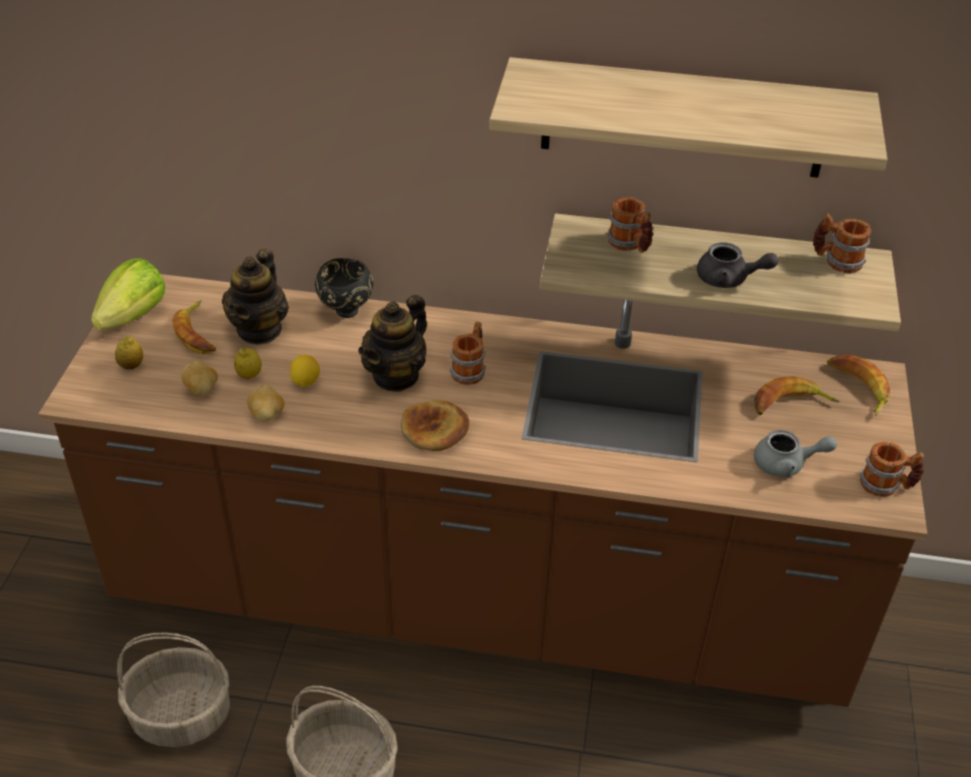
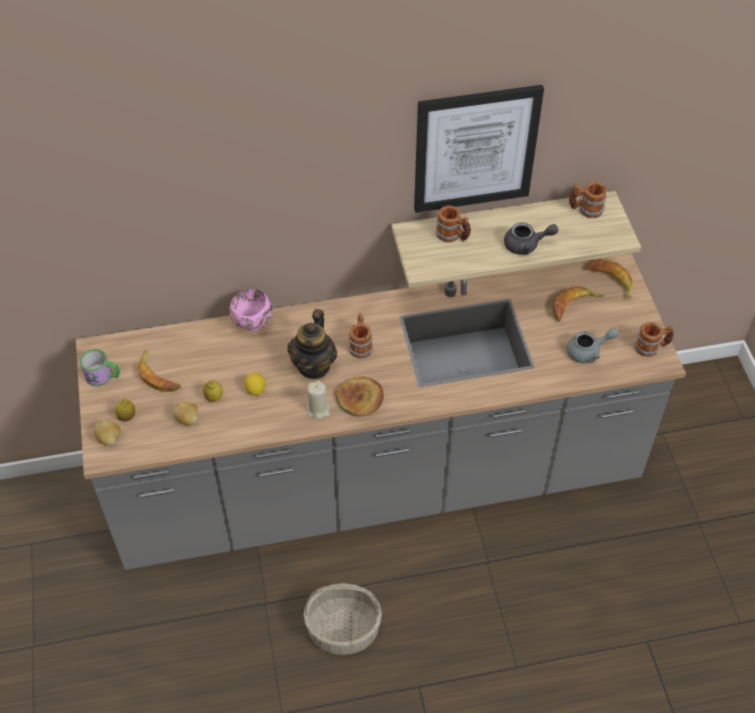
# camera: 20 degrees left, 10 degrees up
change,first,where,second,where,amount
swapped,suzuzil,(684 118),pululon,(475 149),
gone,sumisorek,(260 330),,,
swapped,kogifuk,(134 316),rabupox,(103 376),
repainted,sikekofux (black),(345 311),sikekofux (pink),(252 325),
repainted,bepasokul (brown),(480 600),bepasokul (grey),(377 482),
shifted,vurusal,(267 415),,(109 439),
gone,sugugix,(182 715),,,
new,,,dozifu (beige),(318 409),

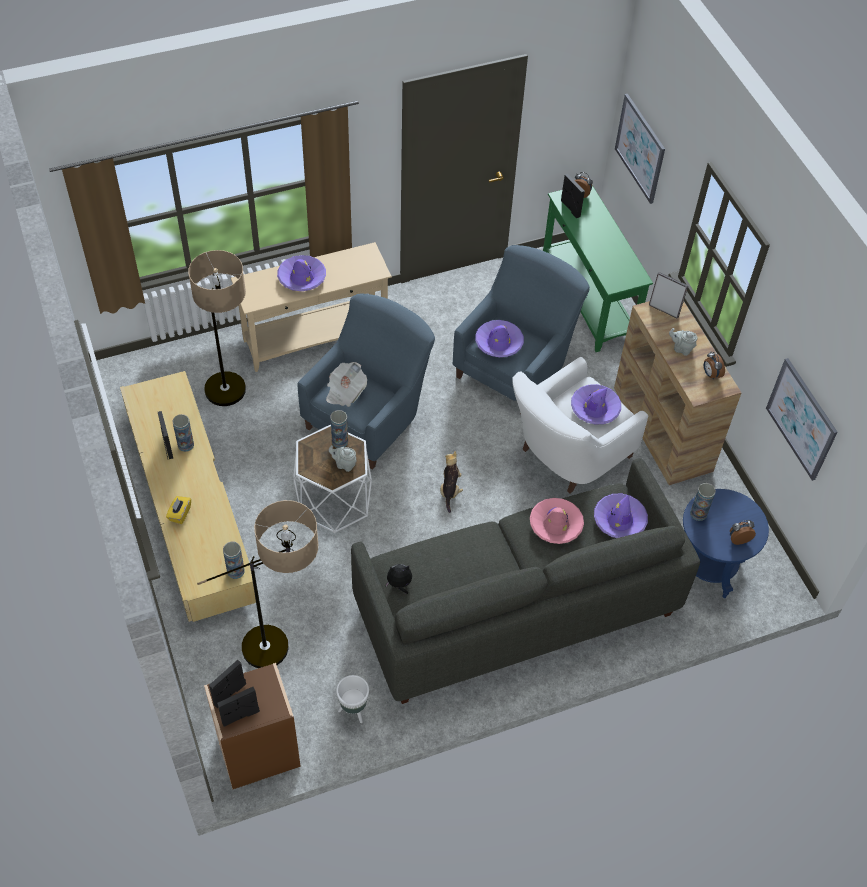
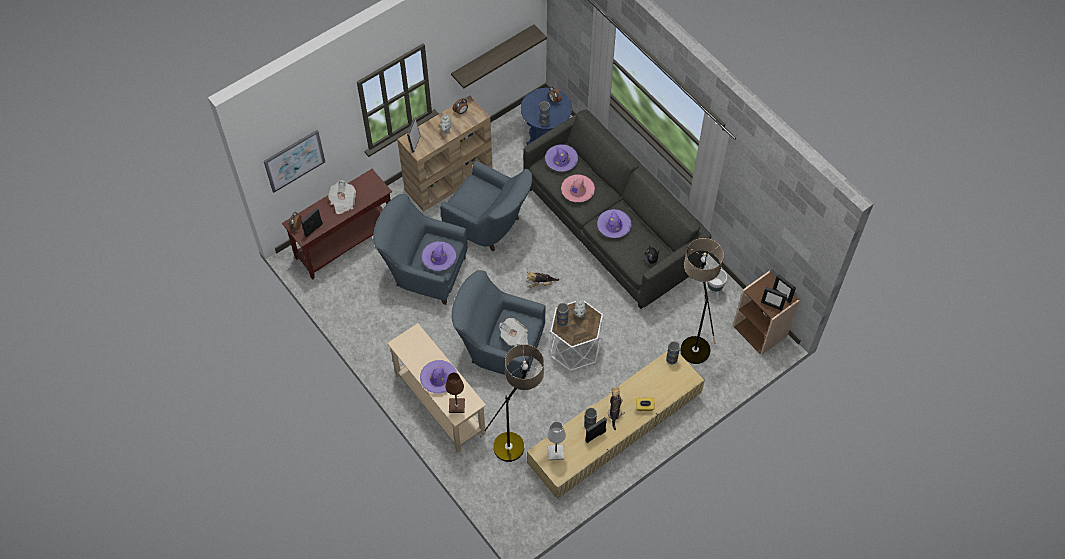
# camera: 105 degrees left, 5 degrees up
change,first,where,second,where,amount
repainted,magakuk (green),(588 298),magakuk (brown),(345 242),
repainted,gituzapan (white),(566 456),gituzapan (blue),(490 226),
swapped,pululon,(801 419),suzuzil,(493 55),
shifted,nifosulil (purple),(595 408),,(614 226),
new,,,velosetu,(342 202),
new,,,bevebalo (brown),(457 406),
new,,,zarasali,(614 411),
new,,,bevebalo (white),(556 453),

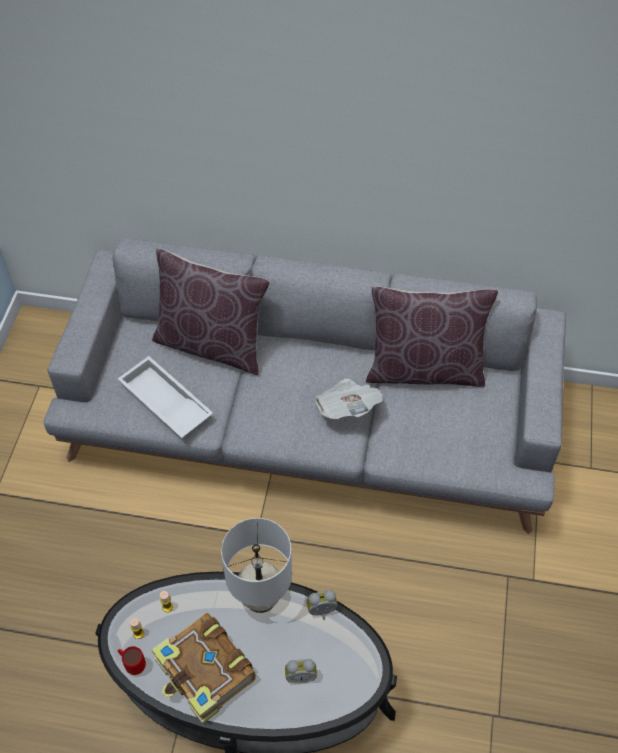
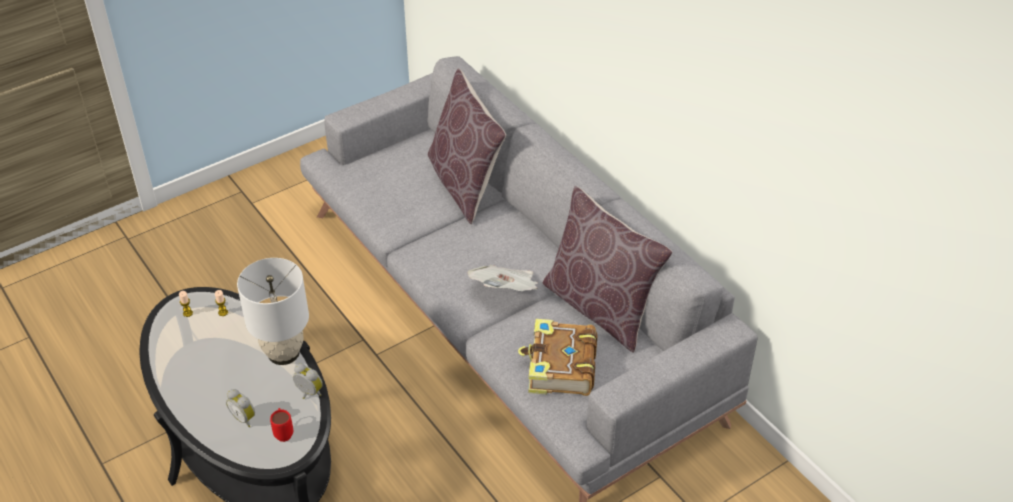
# camera: 45 degrees right, 10 degrees down
change,first,where,second,where,amount
gone,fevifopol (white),(164 403),,,
shifted,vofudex,(205 673),,(560 368),
shifted,rabupox (red),(133 664),,(283 432),

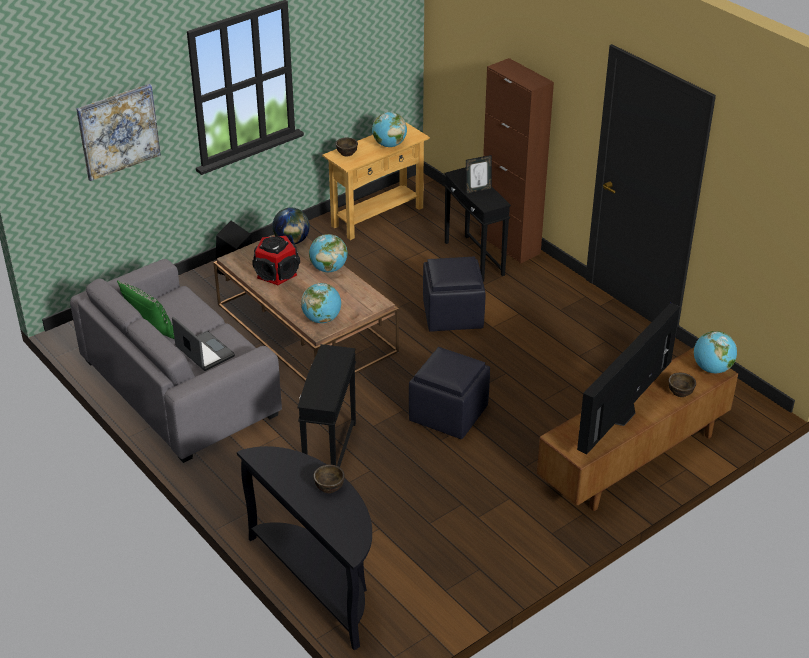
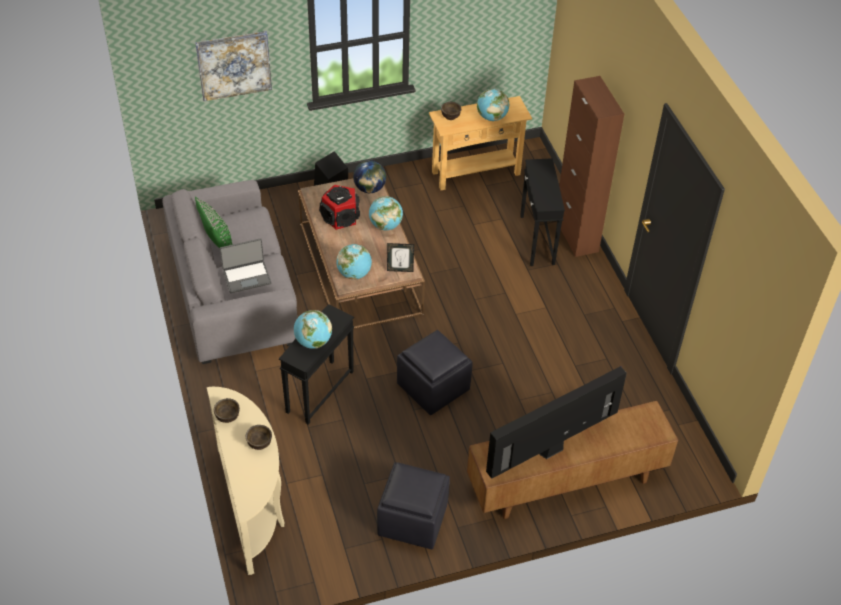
# camera: 20 degrees right, 10 degrees up
change,first,where,second,where,amount
shifted,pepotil,(478 190),,(400 269),
shifted,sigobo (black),(452 315),,(412 520),
rotated,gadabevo,(204 352),,(247 277),90 degrees clockwise
shifted,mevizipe,(712 369),,(313 342),
shifted,sikekofux (brown),(680 392),,(227 416),
repainted,magakuk (black),(320 581),magakuk (beige),(253 505),

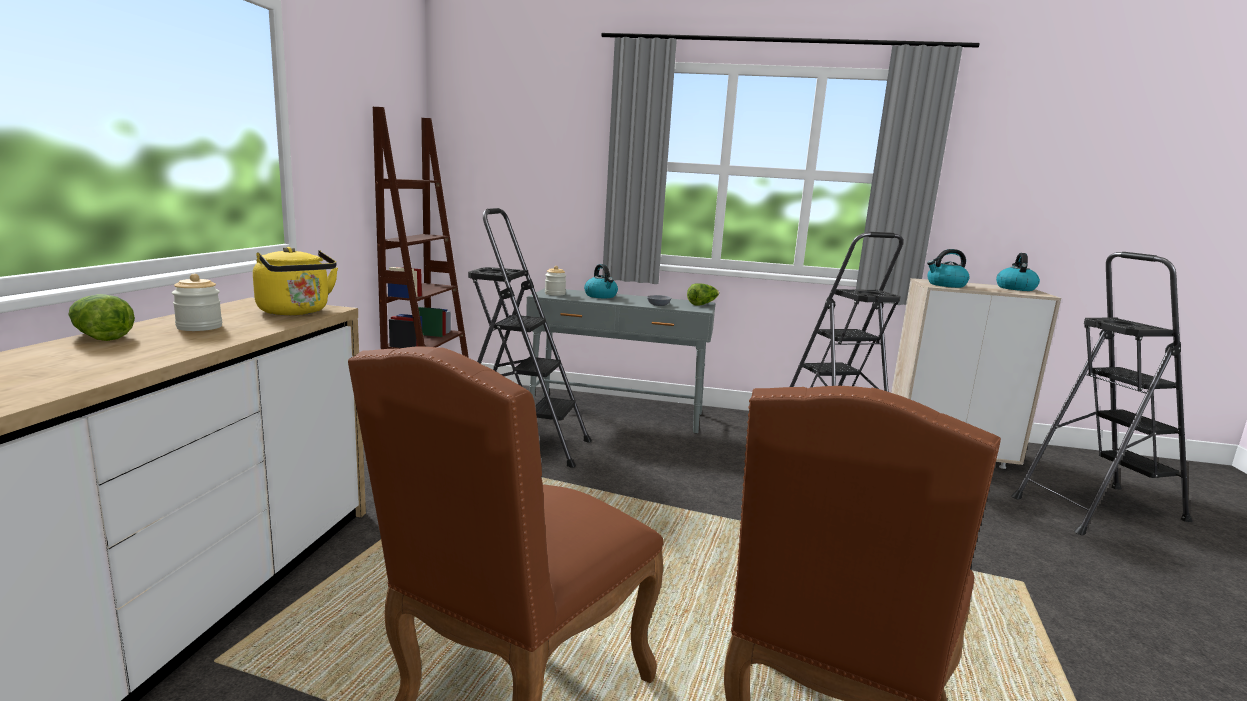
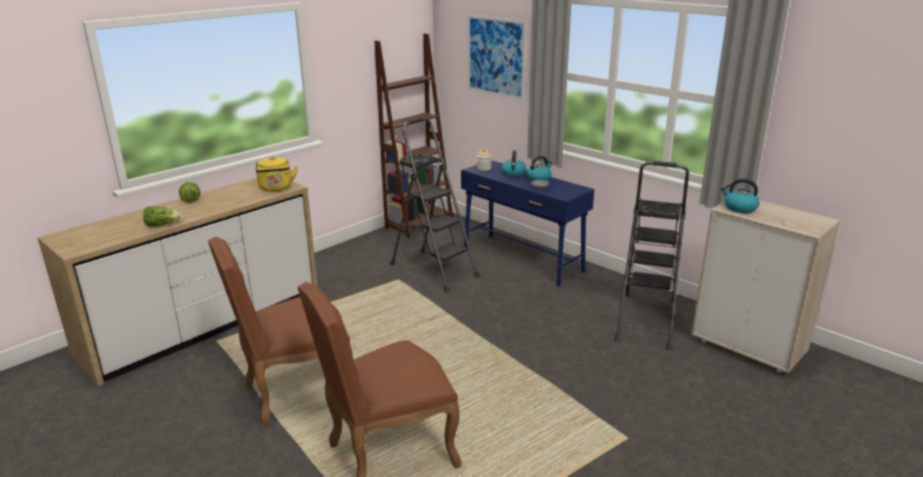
# camera: 35 degrees right, 10 degrees up
change,first,where,second,where,amount
gone,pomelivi,(1097 508),,,
shifted,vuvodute,(1015 288),,(539 179),
gone,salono,(199 327),,,
shifted,kogifuk,(702 304),,(162 225),
repainted,magakuk (grey),(616 414),magakuk (blue),(521 260),
new,,,pululon,(496 57),

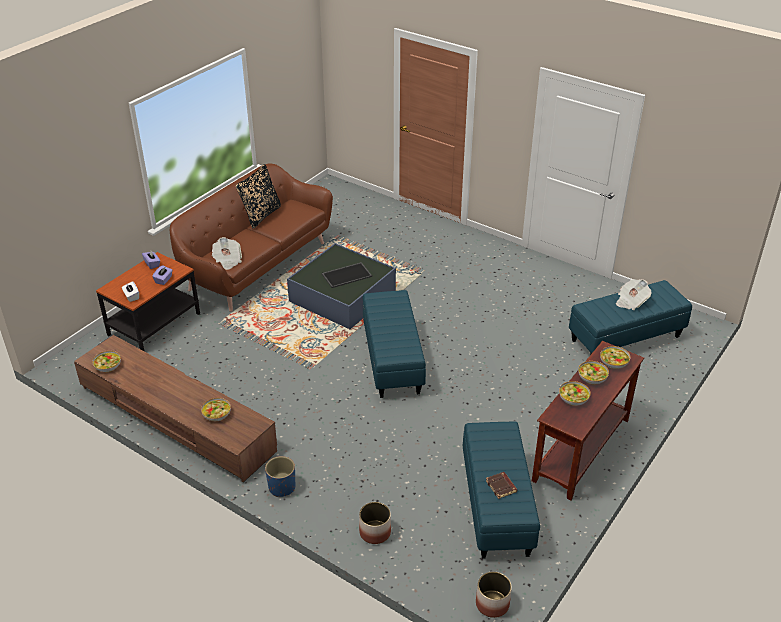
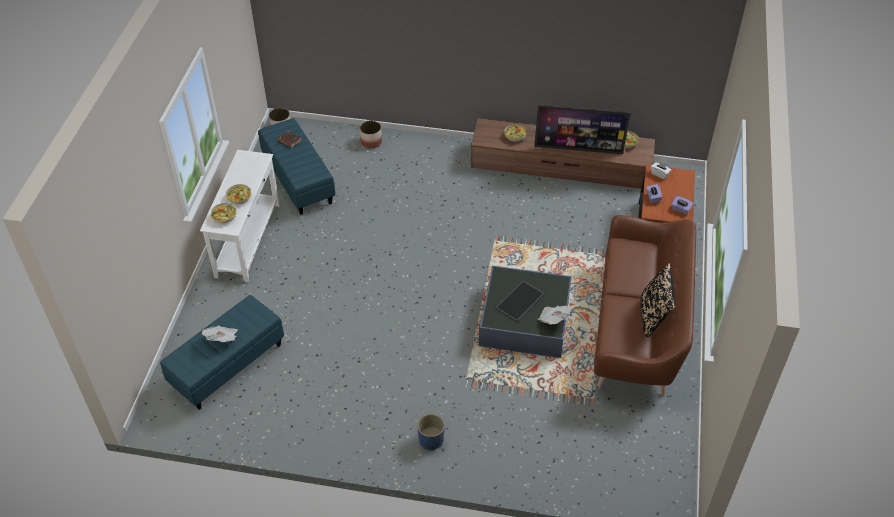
# camera: 155 degrees right, 10 degrees up
change,first,where,second,where,amount
shifted,velosetu,(227 260),,(553 319),
gone,sigobo (blue),(391 360),,,
repainted,magakuk (brown),(581 450),magakuk (white),(247 240),
gone,sikekofux,(573 398),,,
shifted,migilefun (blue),(282 487),,(431 440),
new,,,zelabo,(578 149),

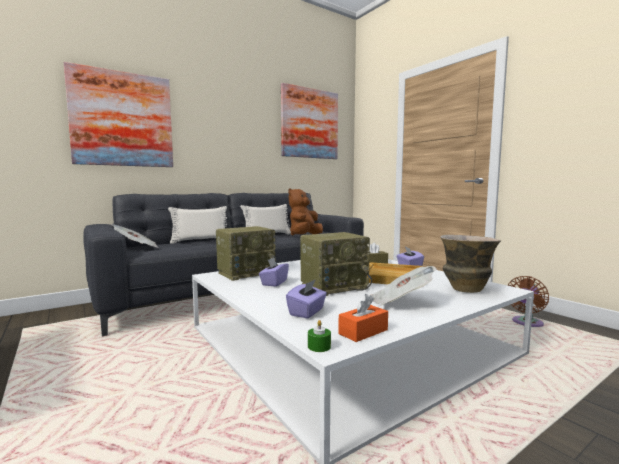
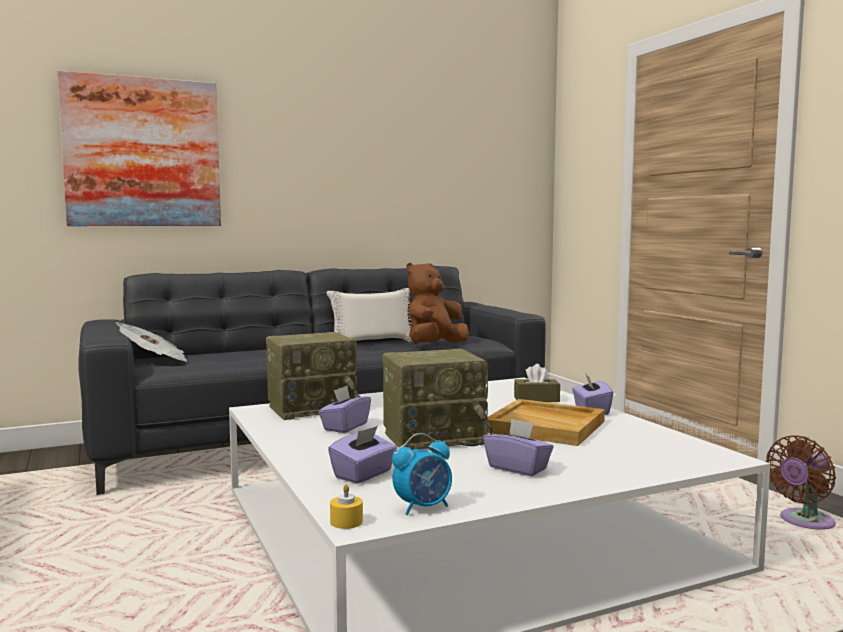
# camera: 10 degrees right, 0 degrees up
change,first,where,second,where,amount
gone,pululon,(309 123),,,
gone,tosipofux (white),(200 241),,,
gone,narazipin,(466 289),,,
swapped,velosetu,(399 302),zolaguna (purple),(518 468),
swapped,zolaguna (orange),(363 332),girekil,(423 507),
repainted,dozifu (green),(319 346),dozifu (yellow),(346 522),

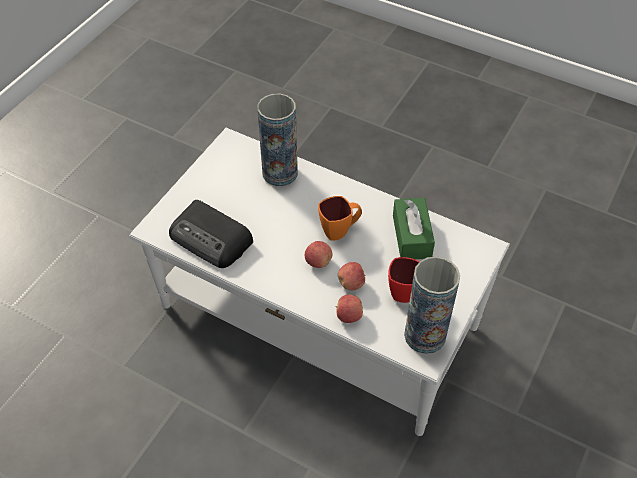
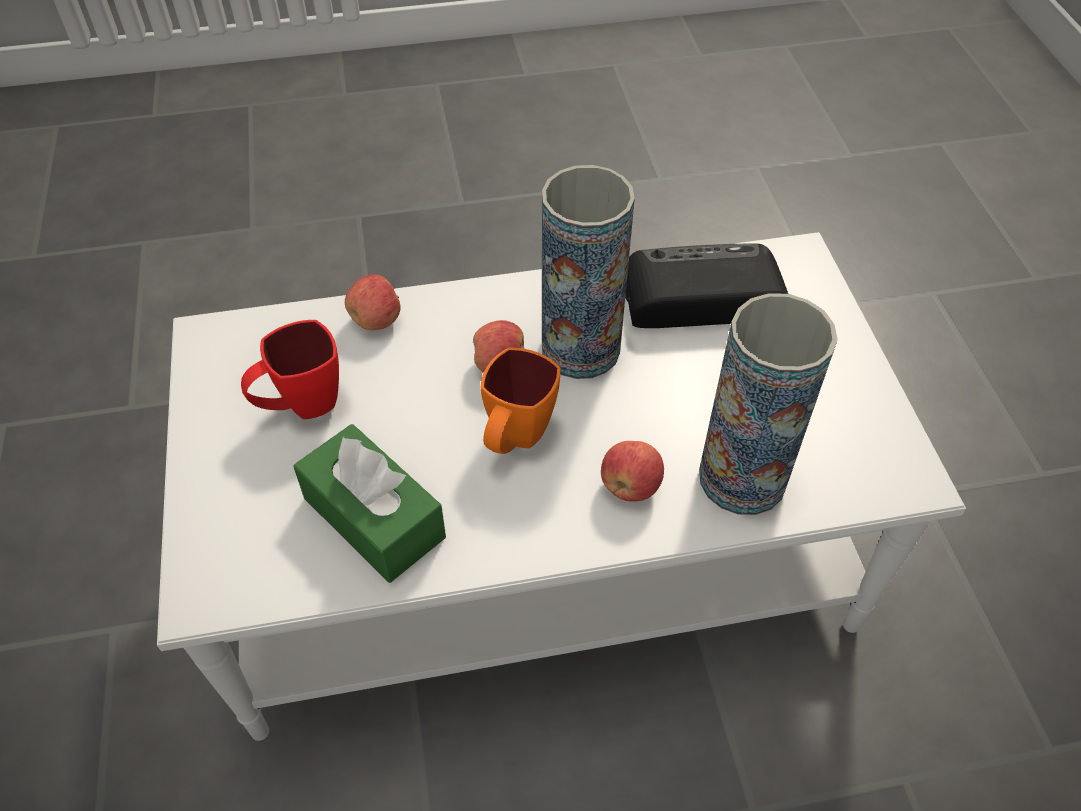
# camera: 140 degrees right, 0 degrees up
change,first,where,second,where,amount
shifted,narazipin,(425 335),,(580 349),
shifted,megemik,(351 283),,(630 486),

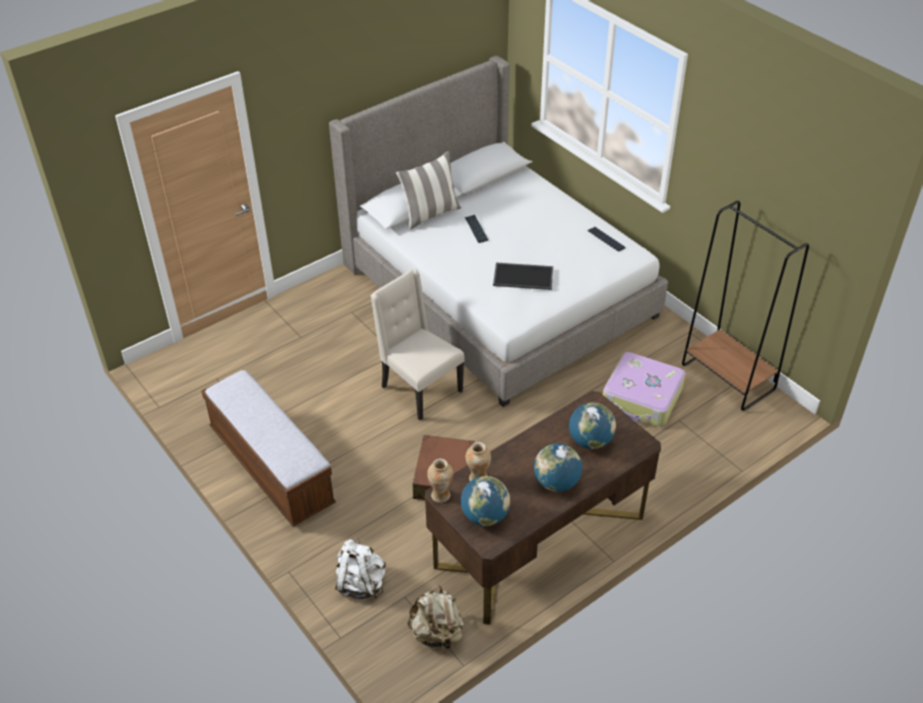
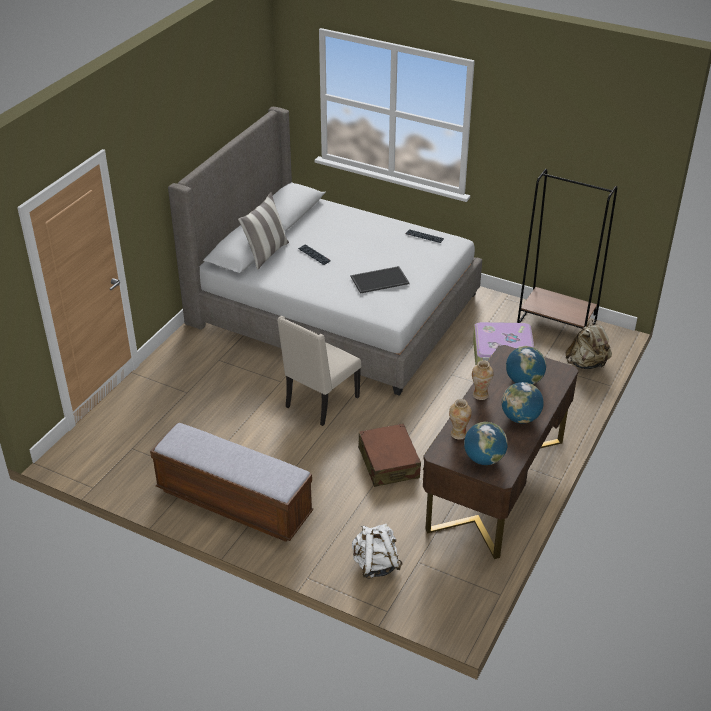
# camera: 25 degrees left, 5 degrees down
change,first,where,second,where,amount
rotated,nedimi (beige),(419 389),,(320 402),75 degrees counterclockwise
shifted,narazipin,(440 495),,(480 395),
shifted,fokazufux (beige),(437 633),,(587 364),

